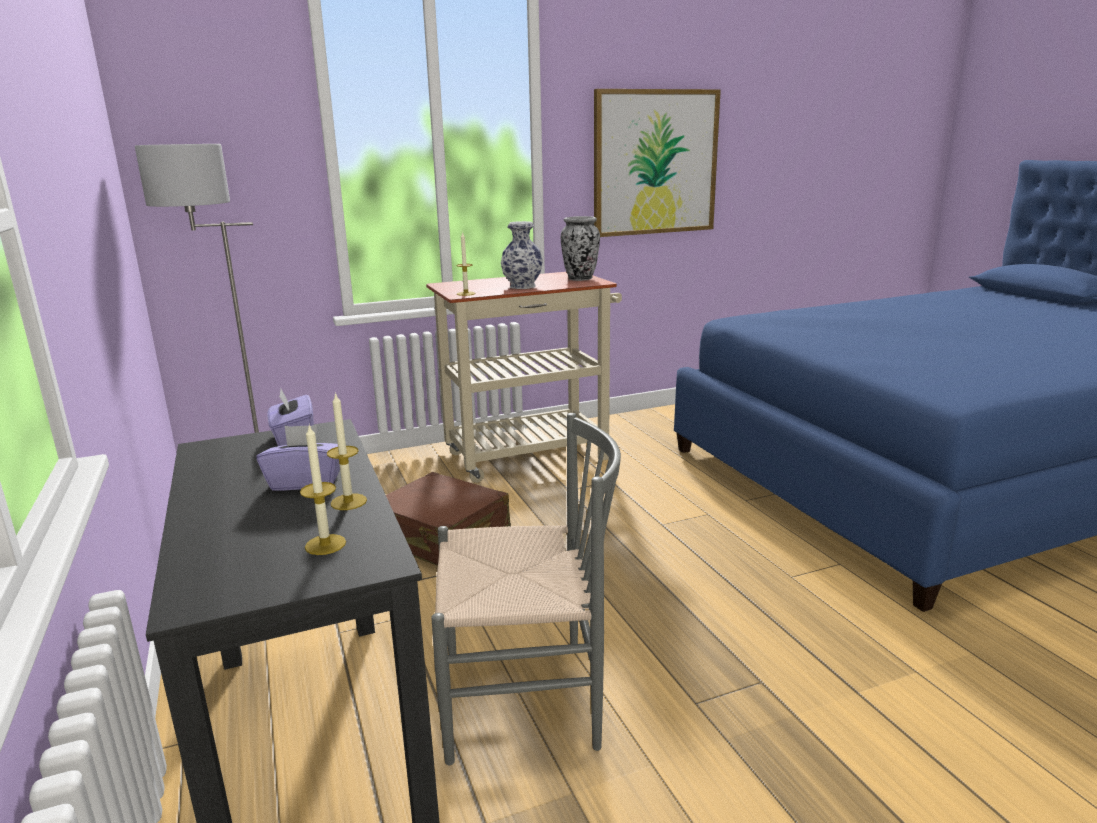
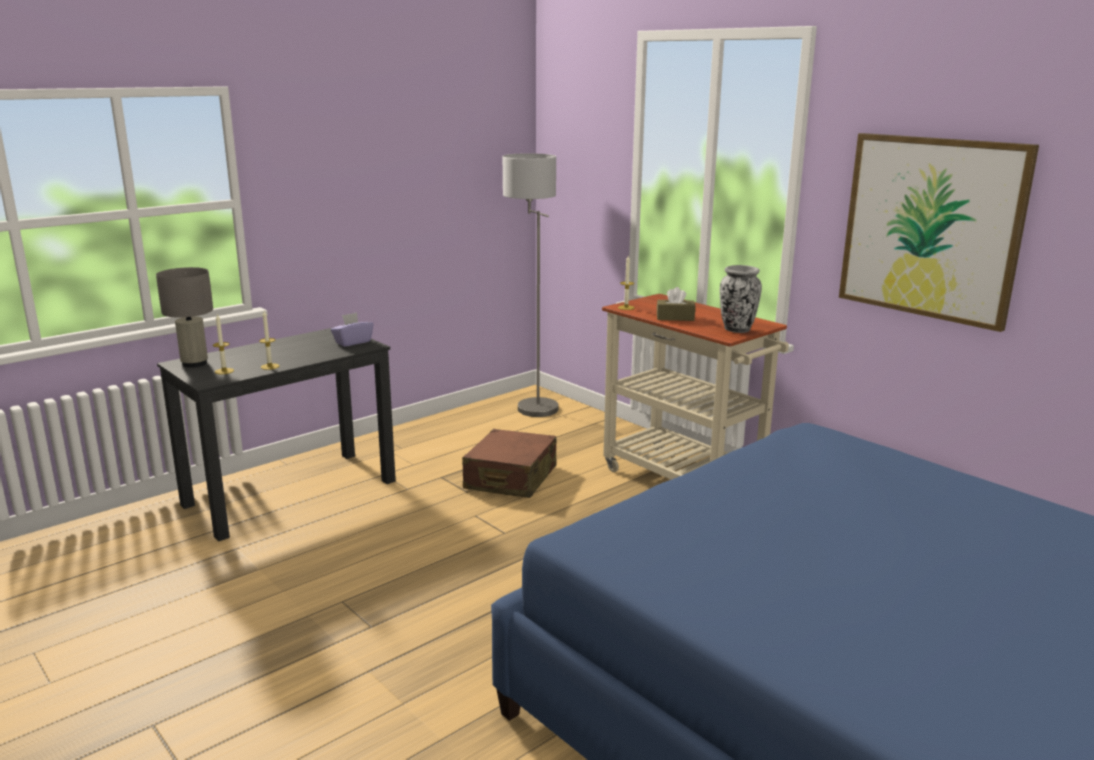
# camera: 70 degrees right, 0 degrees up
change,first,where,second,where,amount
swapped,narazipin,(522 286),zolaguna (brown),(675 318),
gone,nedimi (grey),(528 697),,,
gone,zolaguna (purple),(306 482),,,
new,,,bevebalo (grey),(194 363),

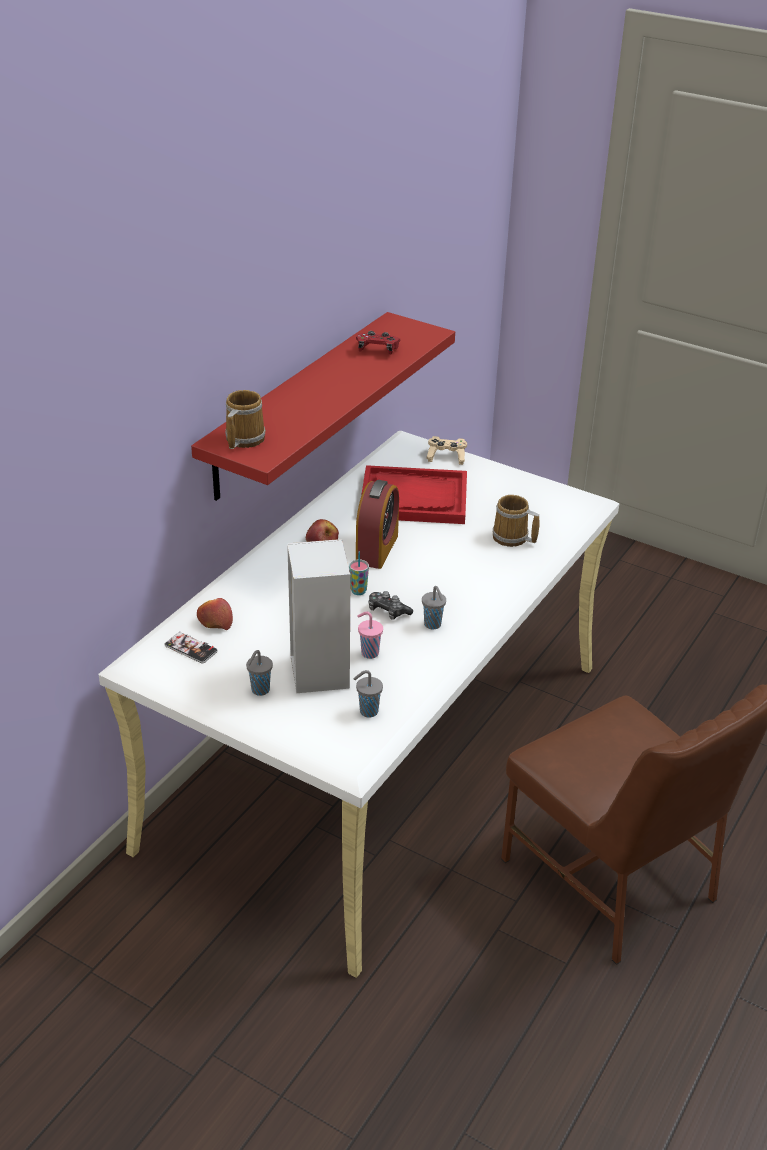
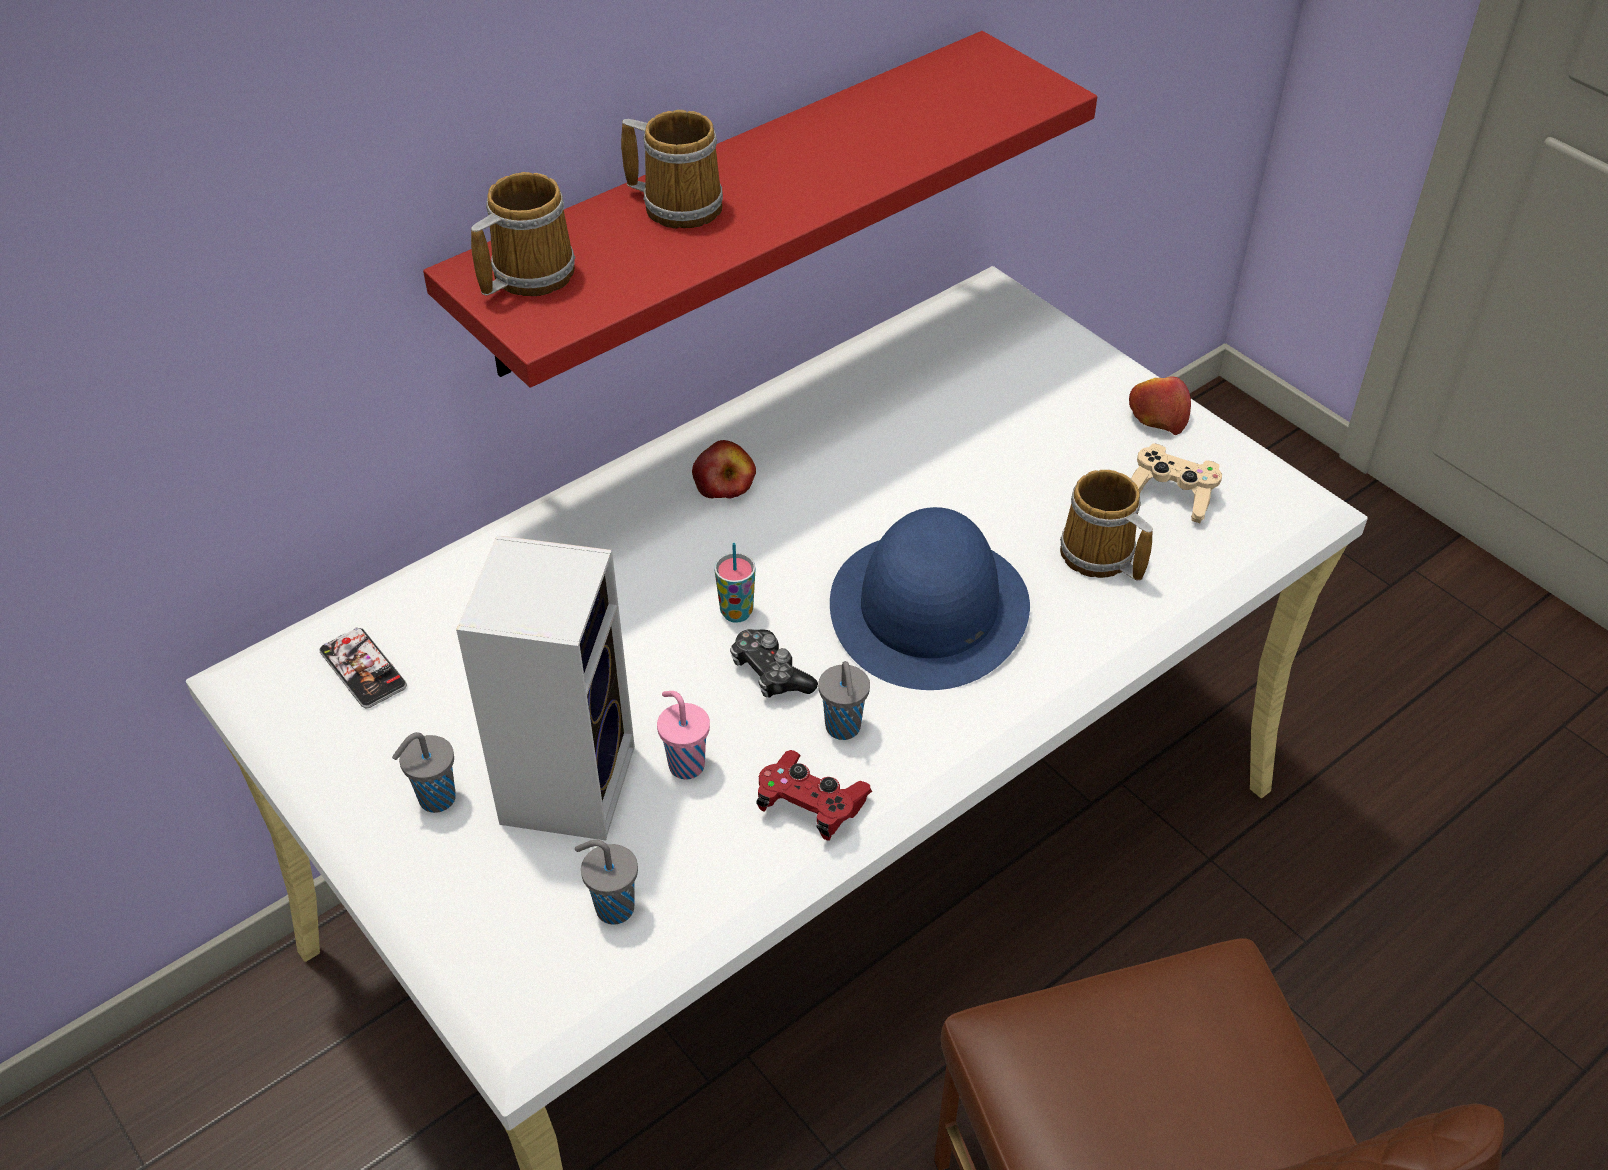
# camera: 20 degrees right, 10 degrees up
change,first,where,second,where,amount
shifted,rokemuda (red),(377 350),,(811 805),
shifted,rokemuda (beige),(446 457),,(1171 495),
gone,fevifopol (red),(414 498),,,
gone,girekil,(377 549),,,
shifted,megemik,(215 621),,(1157 416),
new,,,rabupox,(679 204),
new,,,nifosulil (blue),(929 609),

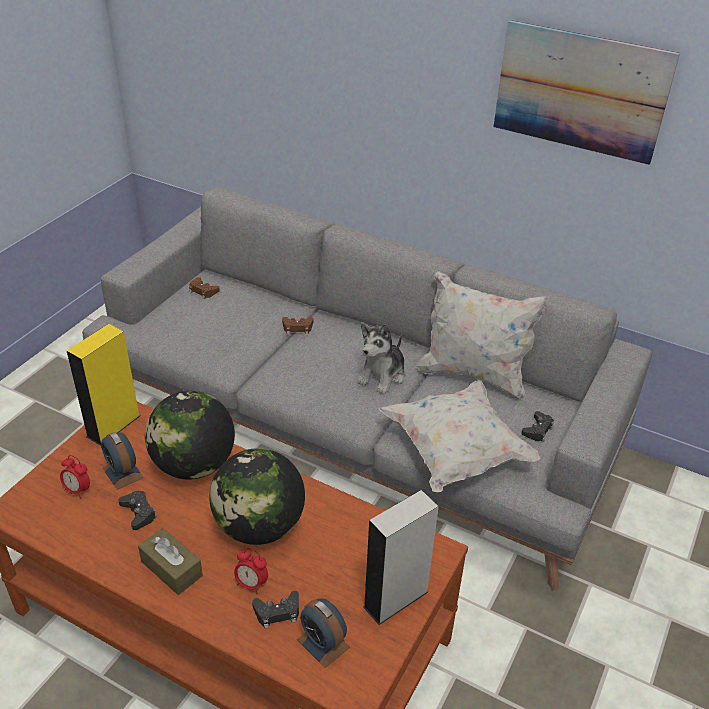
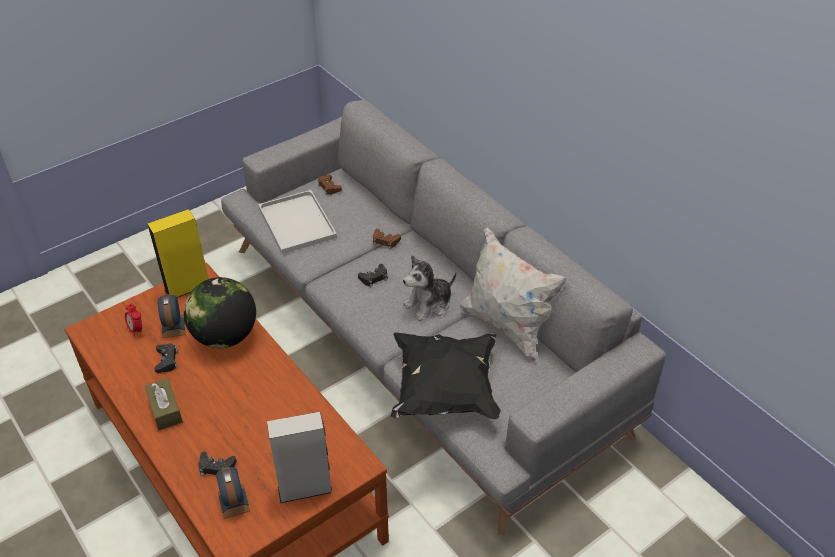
# camera: 25 degrees right, 5 degrees up
change,first,where,second,where,amount
gone,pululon,(580 91),,,
repainted,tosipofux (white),(456 452),tosipofux (black),(445 390),
shifted,rokemuda (black),(537 430),,(374 278),
gone,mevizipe,(259 526),,,
gone,girekil,(251 584),,,
new,,,fevifopol (white),(295 222),

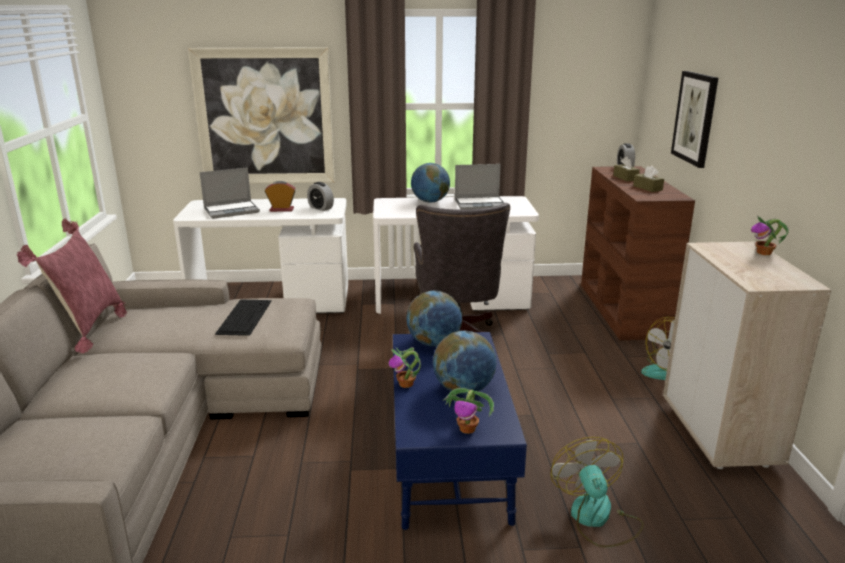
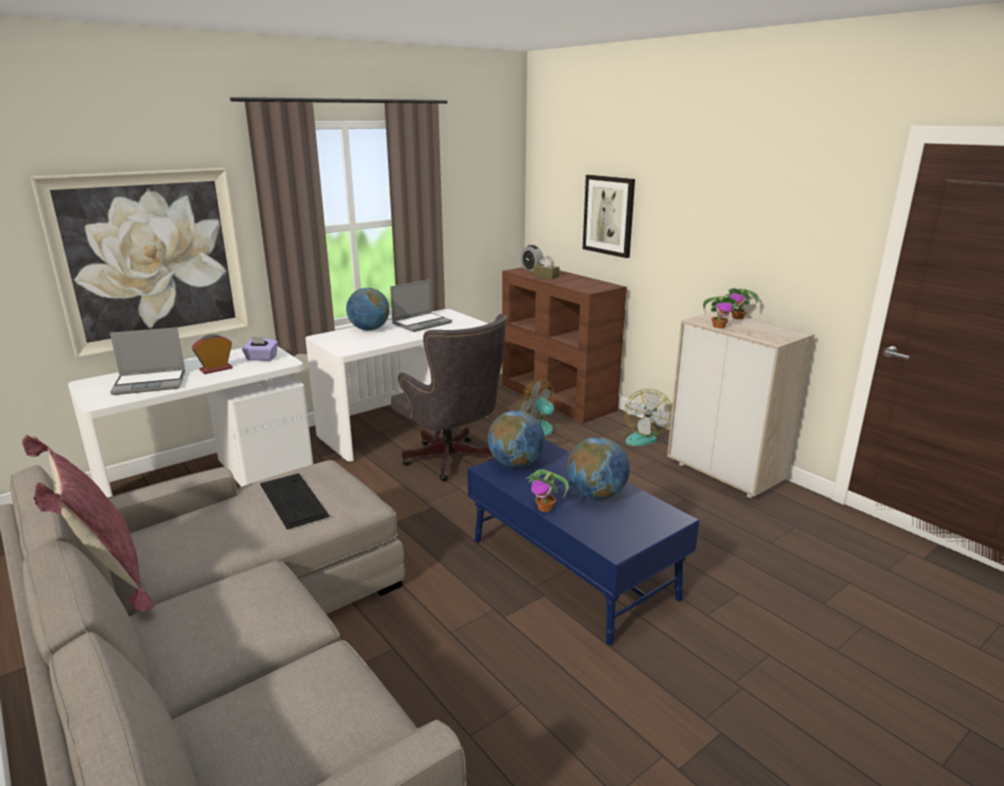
# camera: 35 degrees left, 0 degrees up
change,first,where,second,where,amount
gone,zolaguna (brown),(647 188),,,
rotated,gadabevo,(232 210),,(151 383),45 degrees clockwise
swapped,girekil,(321 208),zolaguna (purple),(261 358),
shifted,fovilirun,(468 429),,(719 326),
shifted,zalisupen,(596 518),,(547 431),

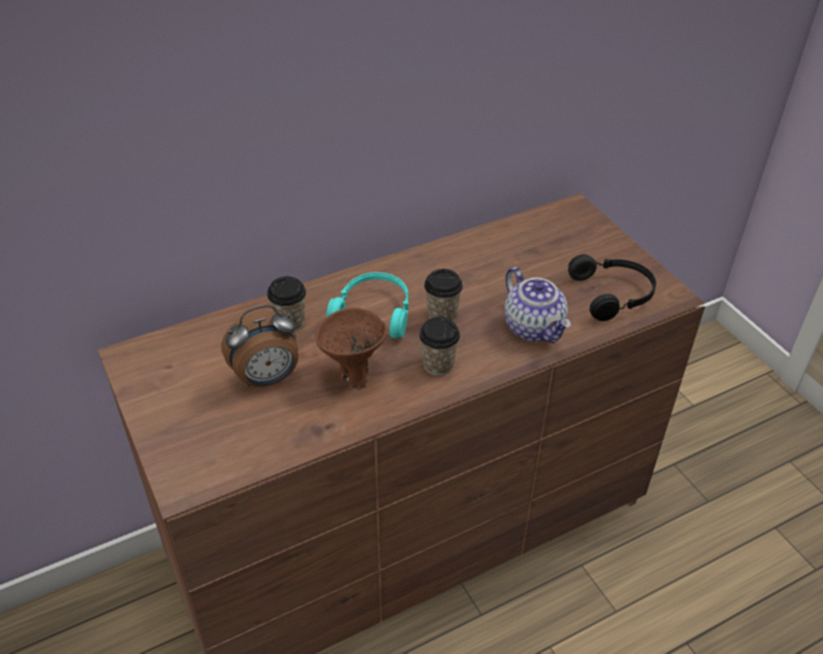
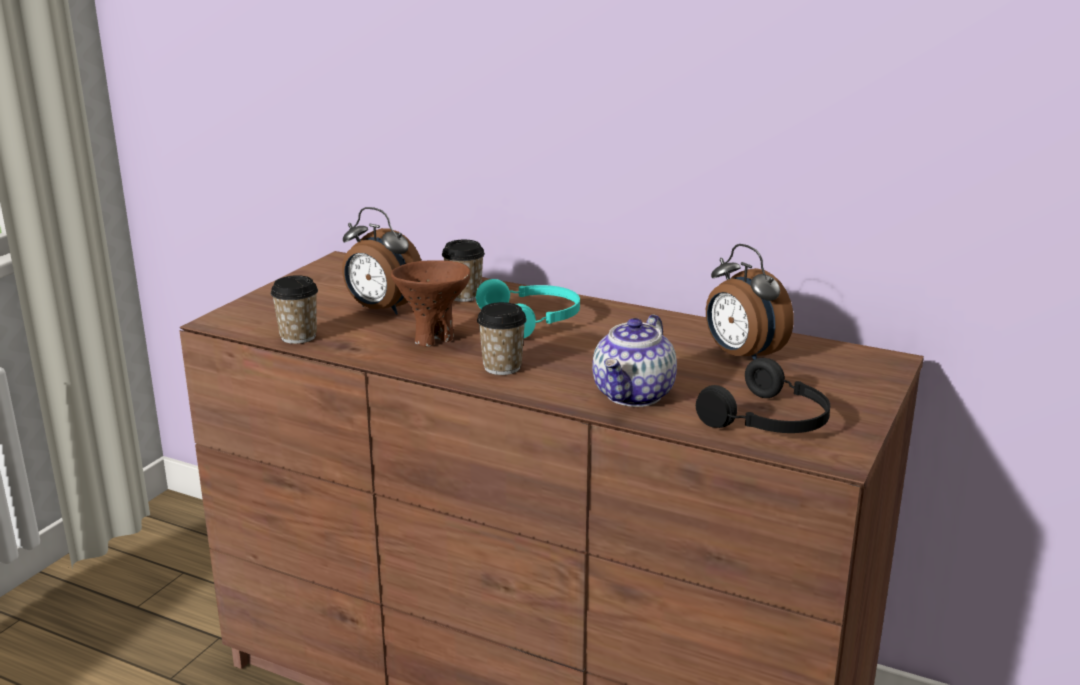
# camera: 55 degrees right, 20 degrees down
change,first,where,second,where,amount
shifted,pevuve,(442 315),,(298 336),
new,,,girekil,(741 356),

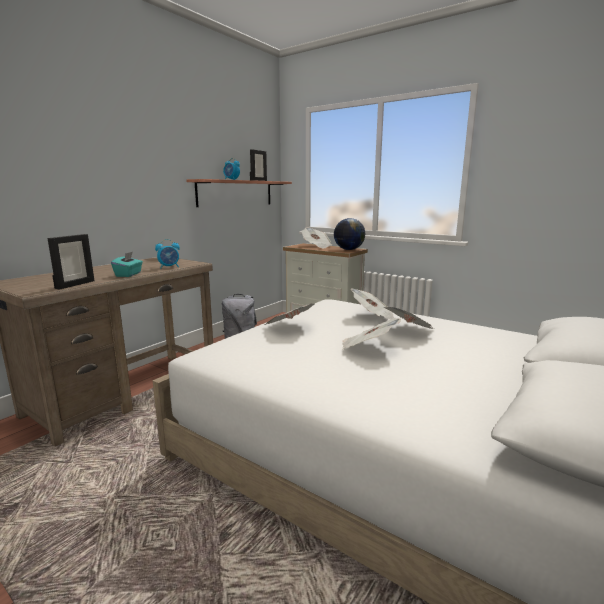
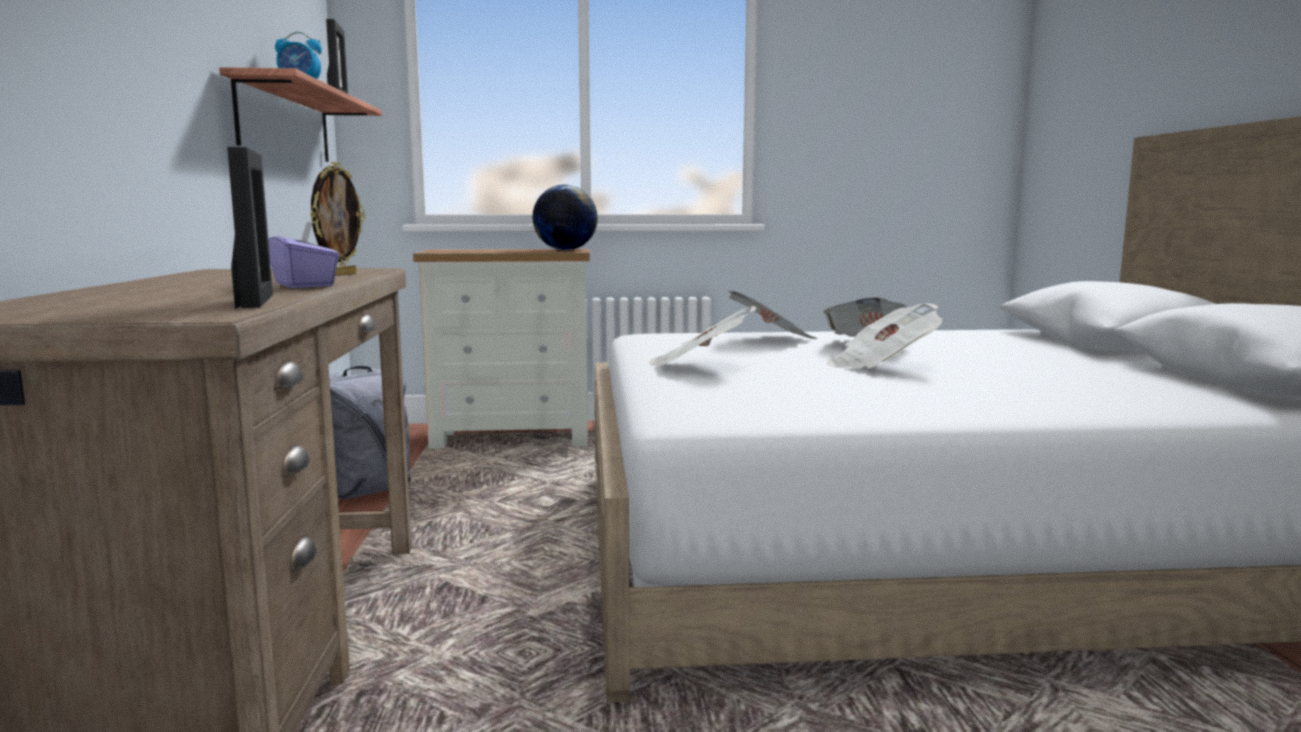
# camera: 40 degrees left, 5 degrees down
change,first,where,second,where,amount
gone,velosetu,(316 246),,,
swapped,girekil,(169 267),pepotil,(340 275),
repainted,zolaguna (turquoise),(129 274),zolaguna (purple),(305 285),

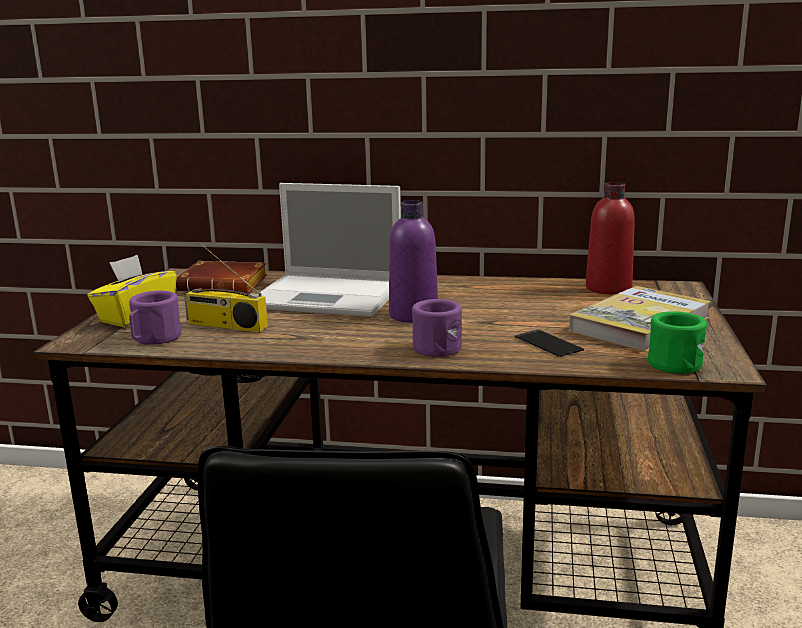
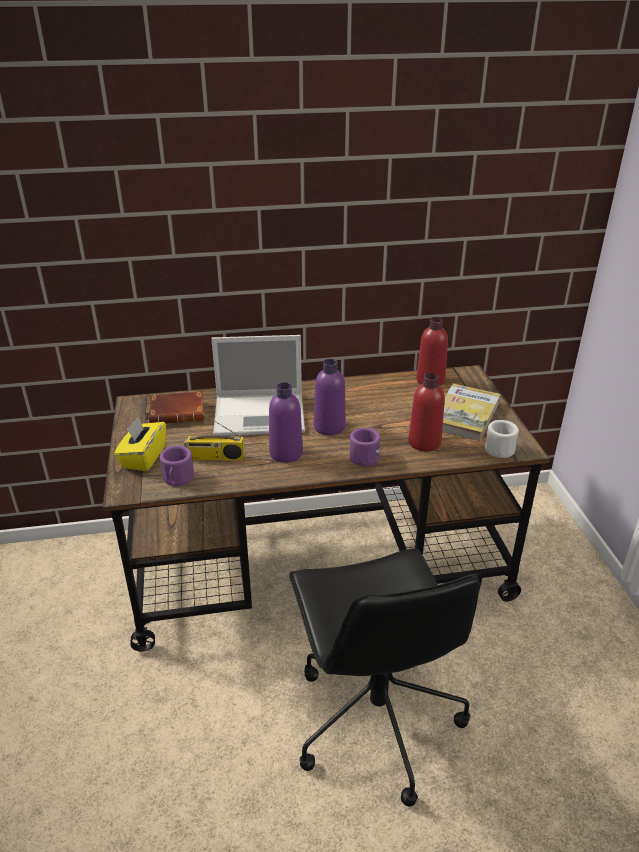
# camera: 20 degrees left, 15 degrees up
change,first,where,second,where,amount
repainted,rabupox (green),(676 362),rabupox (white),(499 448),
swapped,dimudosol,(548 344),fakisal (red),(424 442),
new,,,fakisal (purple),(286 453),

